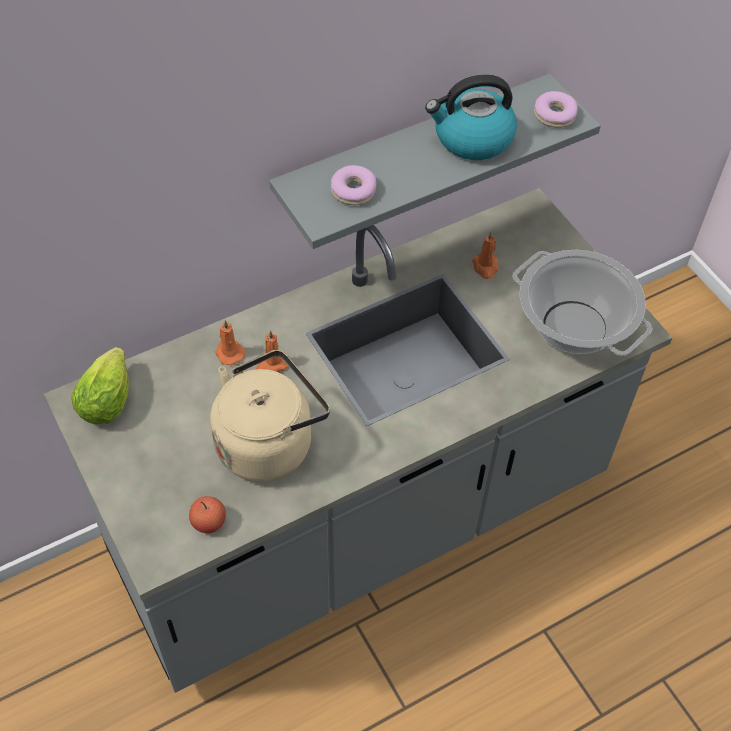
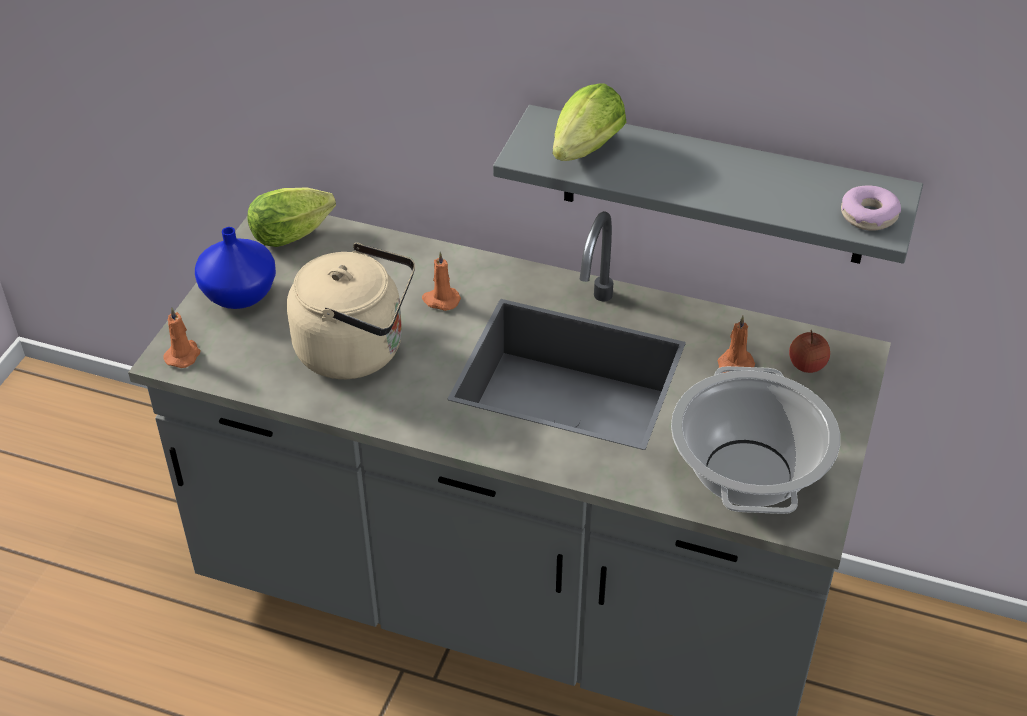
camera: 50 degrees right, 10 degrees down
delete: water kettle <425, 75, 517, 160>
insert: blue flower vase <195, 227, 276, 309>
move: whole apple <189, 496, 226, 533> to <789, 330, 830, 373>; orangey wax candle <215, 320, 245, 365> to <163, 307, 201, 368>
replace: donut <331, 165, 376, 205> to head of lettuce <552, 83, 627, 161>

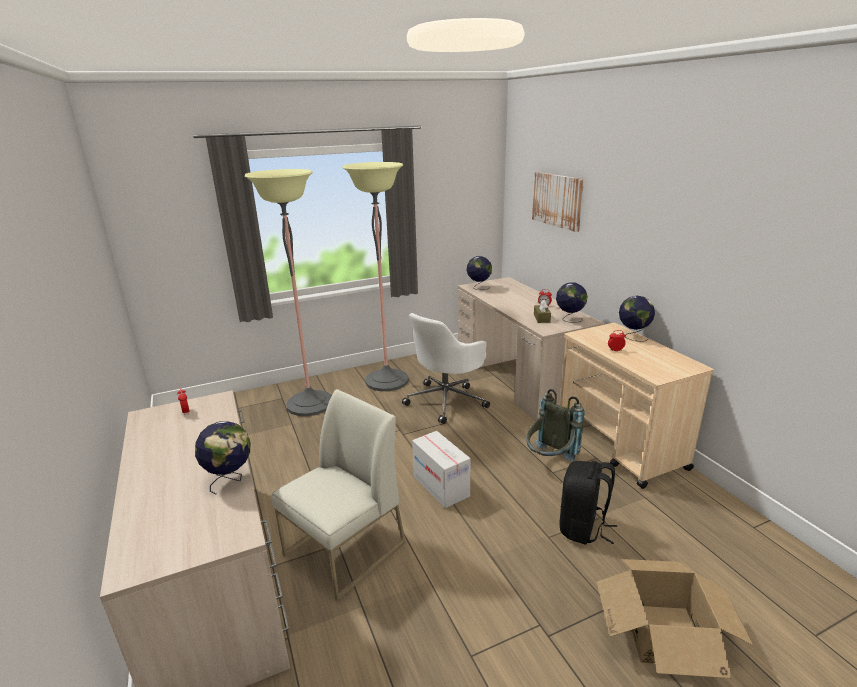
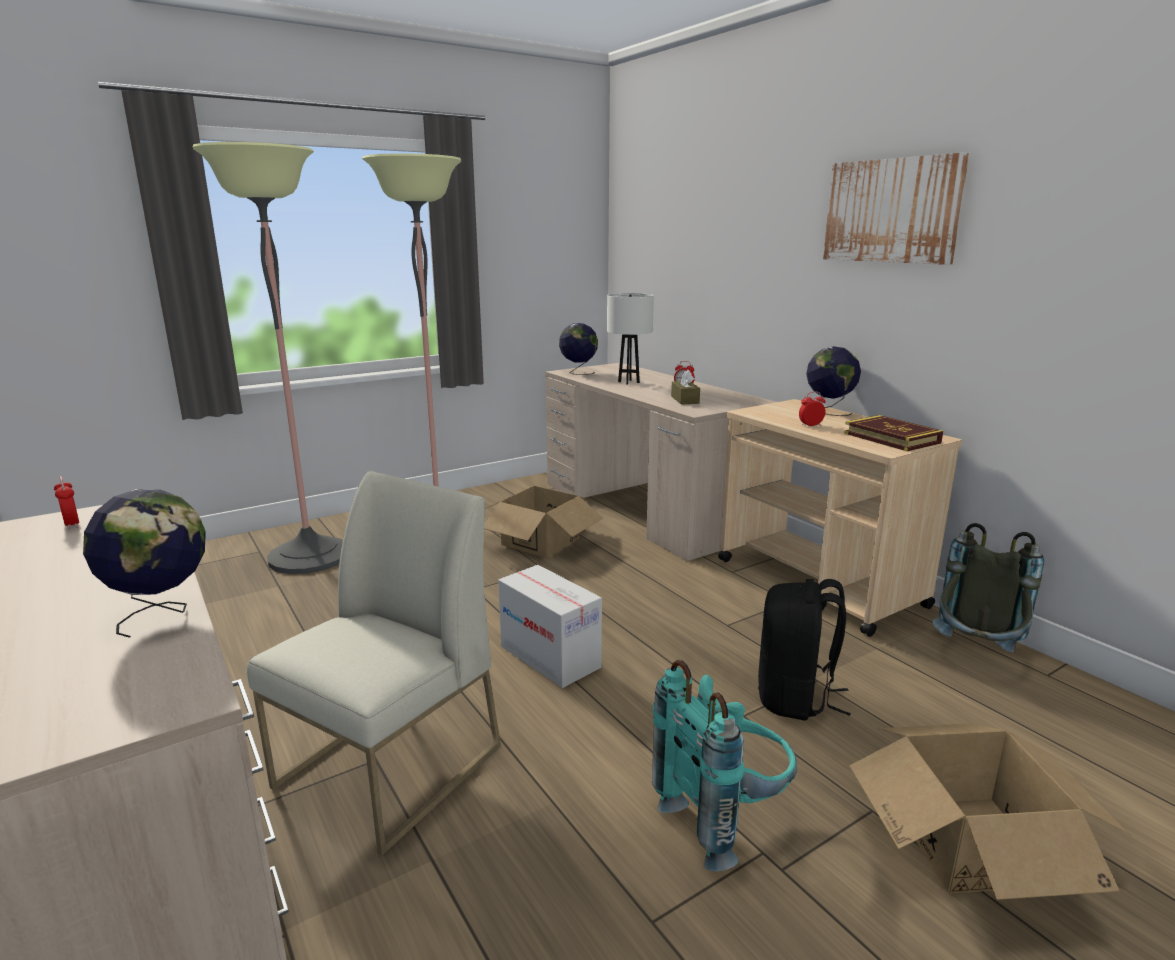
camera: 10 degrees left, 5 degrees down
delete: world globe <556, 283, 587, 323>
insert: white tabletop lamp <607, 293, 654, 385>; turquoise-coloured rucksack <652, 660, 797, 871>; volume <844, 415, 943, 452>
move: gray rucksack <526, 389, 585, 461> to <932, 523, 1044, 652>; wall art <532, 172, 584, 232> to <823, 152, 970, 265>
replace: white desk chair <402, 313, 490, 424> to cardboard box <484, 486, 603, 558>

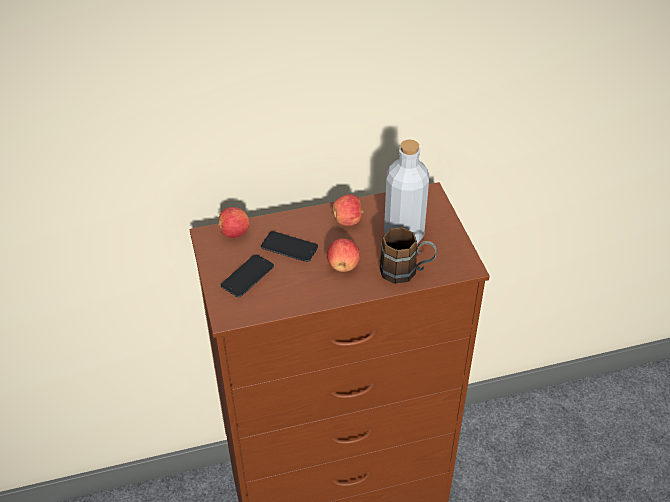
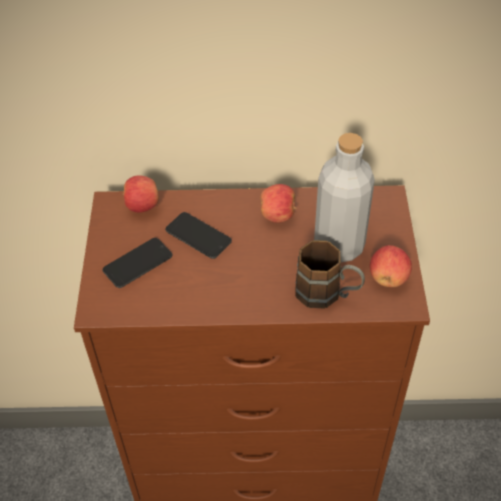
camera: 15 degrees right, 5 degrees up
move: whole apple <327, 238, 360, 272> to <370, 245, 412, 287>

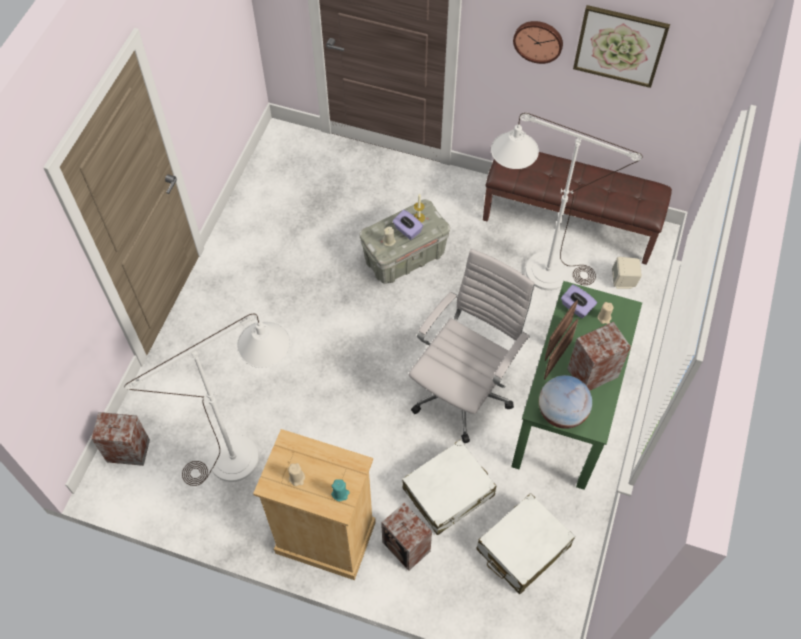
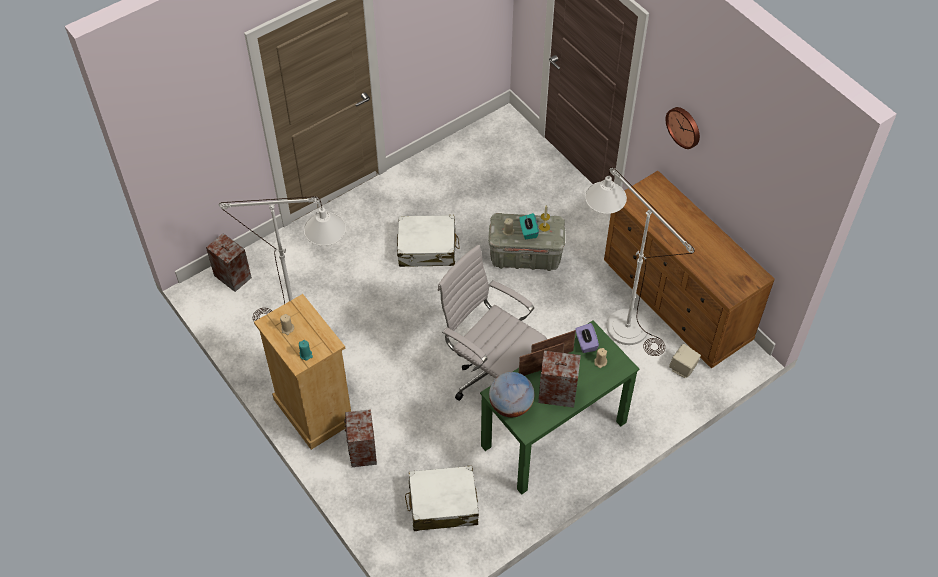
camera: 35 degrees right, 5 degrees down
delete: wall art <573, 5, 670, 88>
move: white piece of luggage <402, 440, 496, 535> to <397, 215, 460, 267>
replace: brown-coloured bench <483, 152, 672, 265> to brown-coloured drawer chest <604, 171, 775, 368>
recolor: purple-coloured box of tissues <393, 210, 423, 240> to turquoise-coloured box of tissues <520, 213, 539, 239>
rotate: white desk chair <409, 249, 535, 444> = <438, 245, 547, 401> 120 degrees counterclockwise

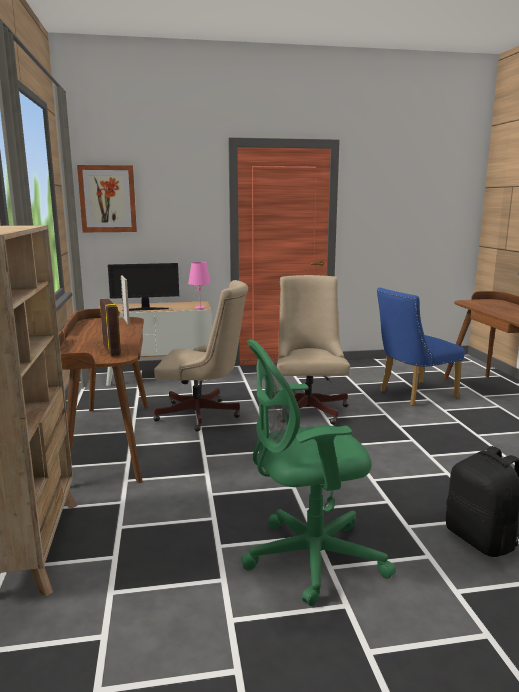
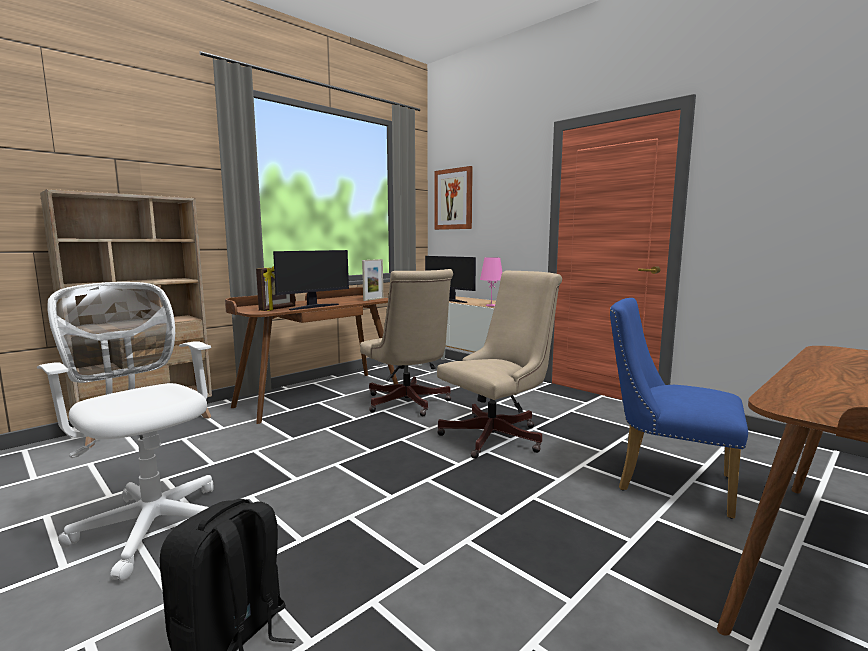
camera: 55 degrees right, 5 degrees down
insert: computer display <273, 250, 349, 310>
recolor: green desk chair <241, 339, 396, 606> to white desk chair <37, 282, 214, 581>

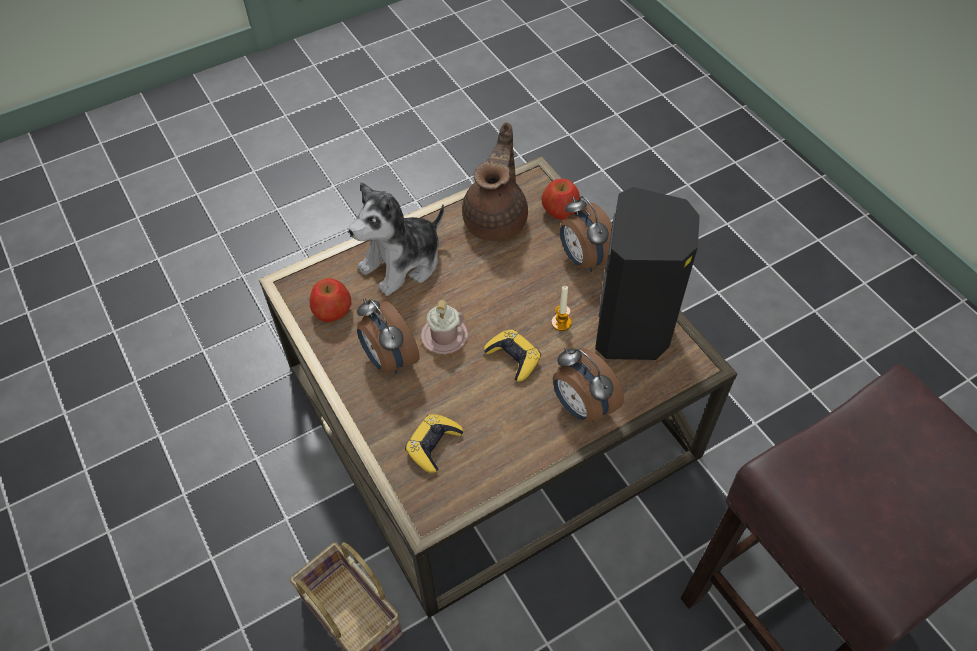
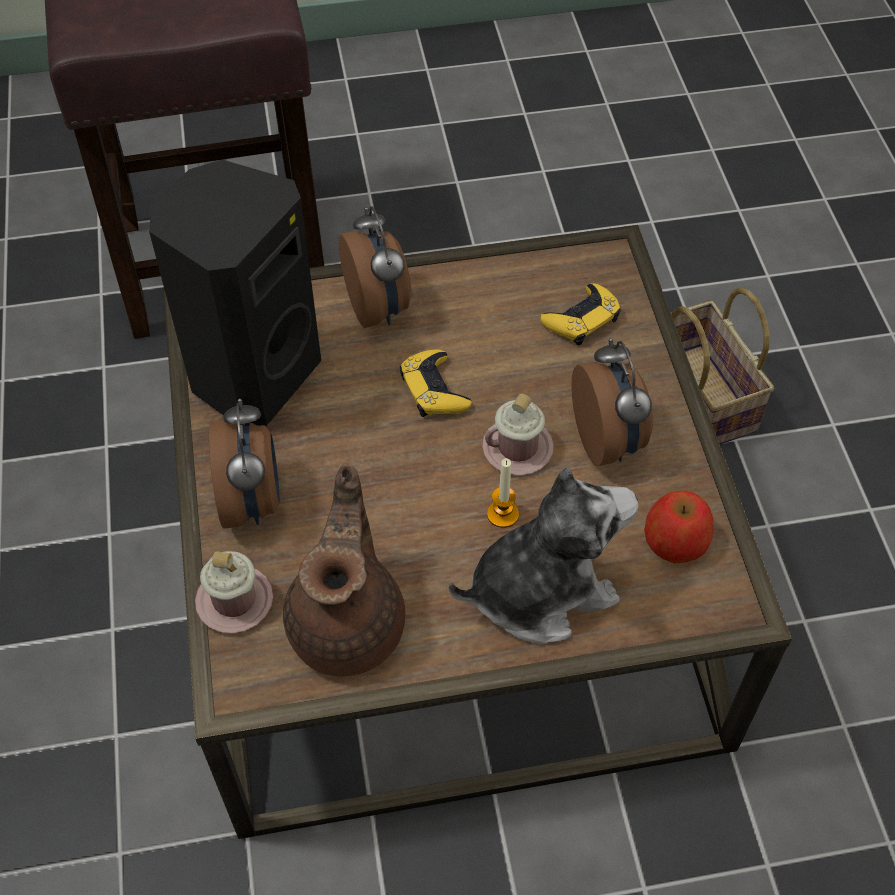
camera: 160 degrees left, 0 degrees up
move: wax candle <551, 286, 572, 331> to <487, 458, 519, 528>
replace: whole apple <542, 179, 580, 220> to pinkish tea mug <195, 551, 273, 633>
rotate: brown-coloured tea pot <462, 122, 528, 241> = <283, 464, 405, 676> 150 degrees clockwise

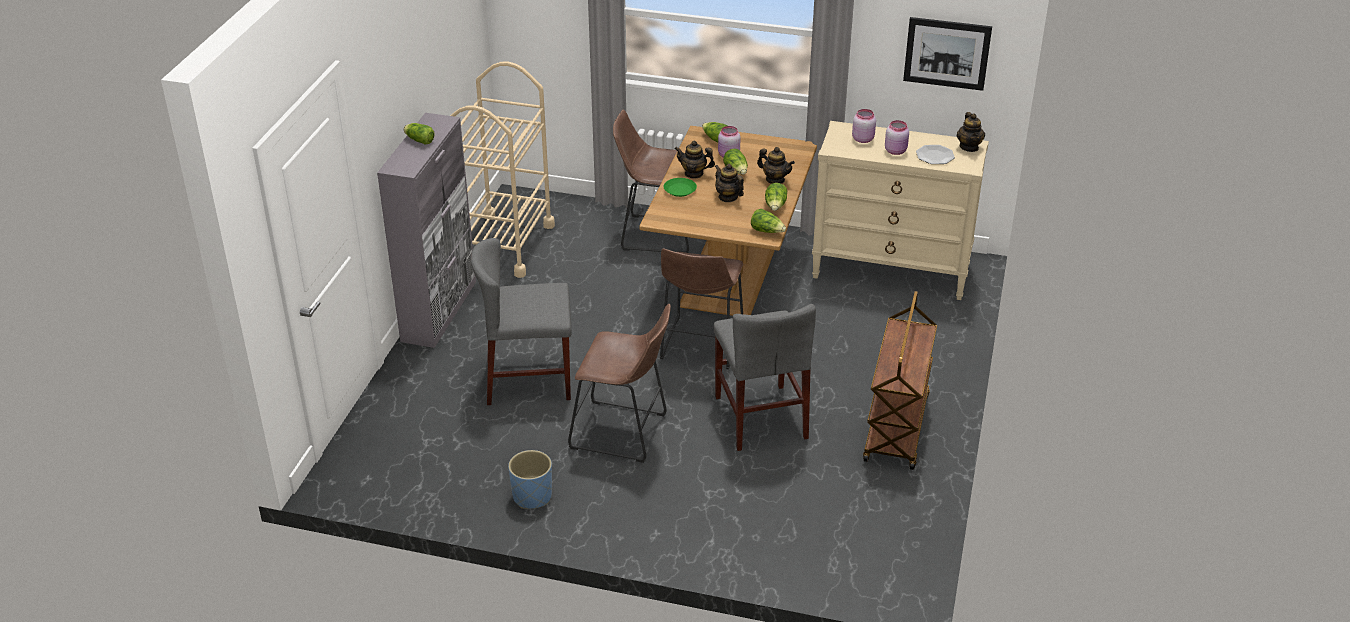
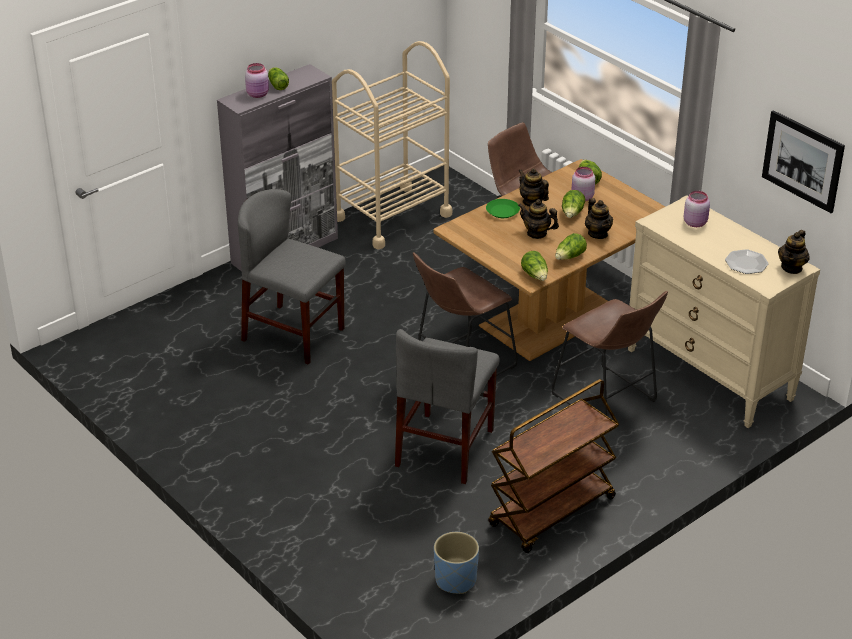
camera: 35 degrees right, 0 degrees up
move: blue planter <508, 450, 552, 509> to <434, 532, 479, 594>; brown-coloured sitting stool <568, 304, 671, 463> to <551, 291, 668, 416>; pinkish jar <885, 120, 909, 155> to <245, 63, 269, 98>
rotate: tea pot <715, 164, 744, 202> = <518, 199, 559, 239> 60 degrees counterclockwise

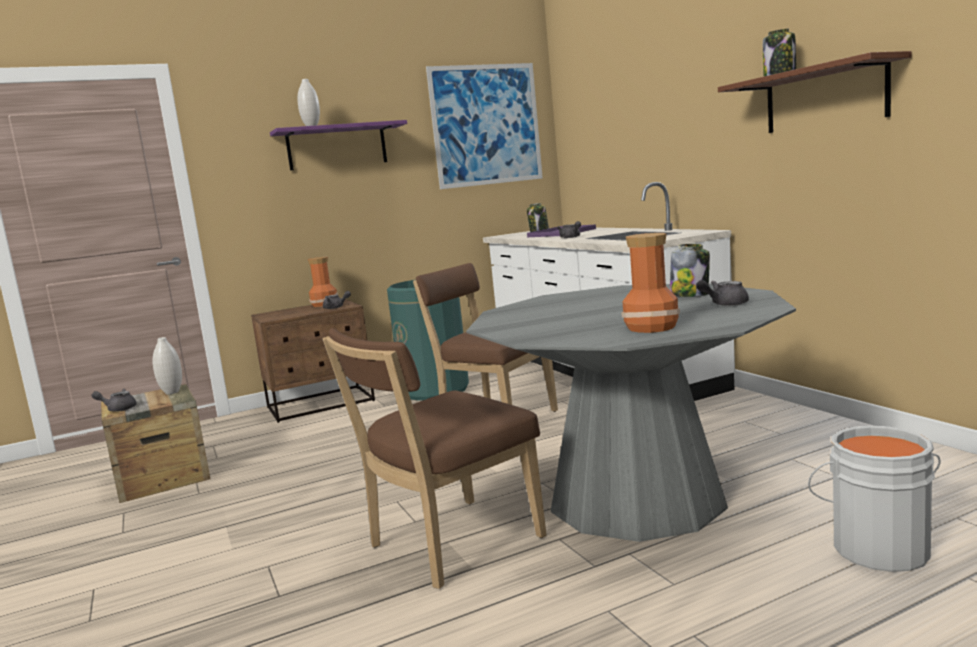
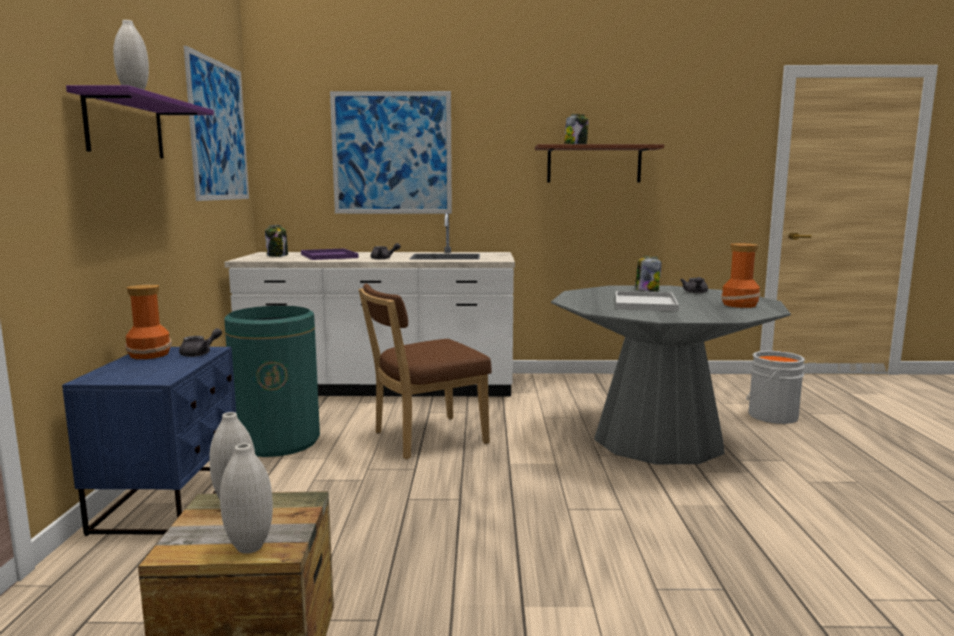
camera: 65 degrees left, 0 degrees up
delete: brown-coloured upright chair <322, 328, 546, 589>
insert: wall art <330, 91, 452, 214>; white serving tray <616, 291, 679, 311>
replace: gray tea pot <91, 389, 137, 412> to white flower vase <220, 443, 273, 554>
recolor: brown-coloured night table <251, 299, 375, 423> to blue night table <62, 347, 236, 536>

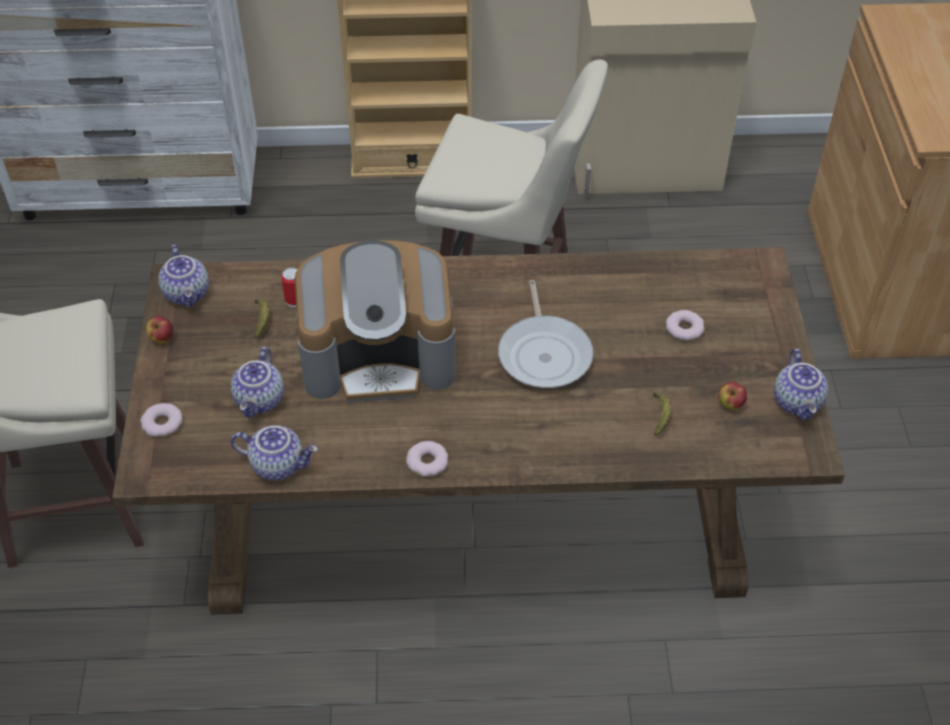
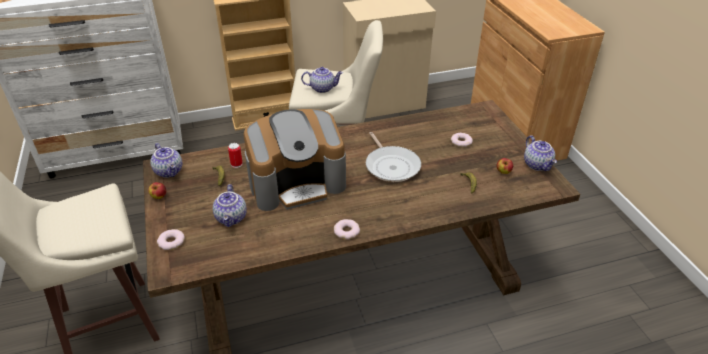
camera: 15 degrees left, 10 degrees down
move: tea pot <231, 425, 318, 480> to <301, 67, 343, 93>

